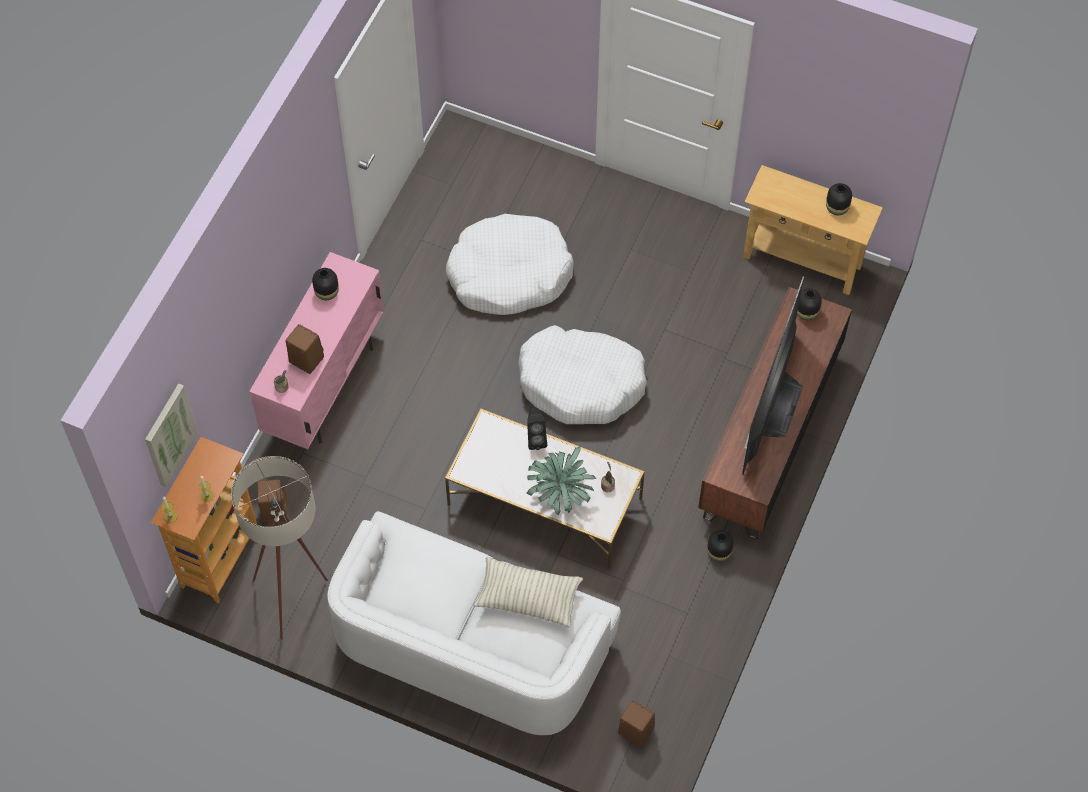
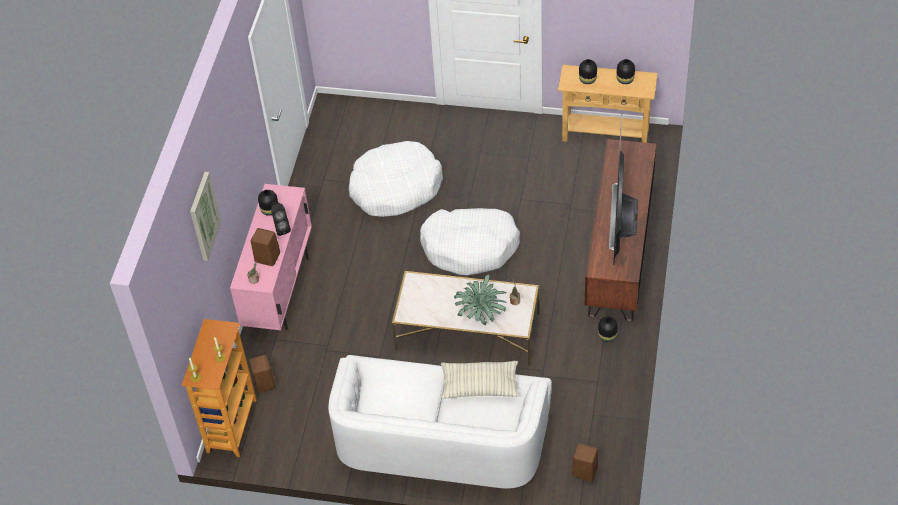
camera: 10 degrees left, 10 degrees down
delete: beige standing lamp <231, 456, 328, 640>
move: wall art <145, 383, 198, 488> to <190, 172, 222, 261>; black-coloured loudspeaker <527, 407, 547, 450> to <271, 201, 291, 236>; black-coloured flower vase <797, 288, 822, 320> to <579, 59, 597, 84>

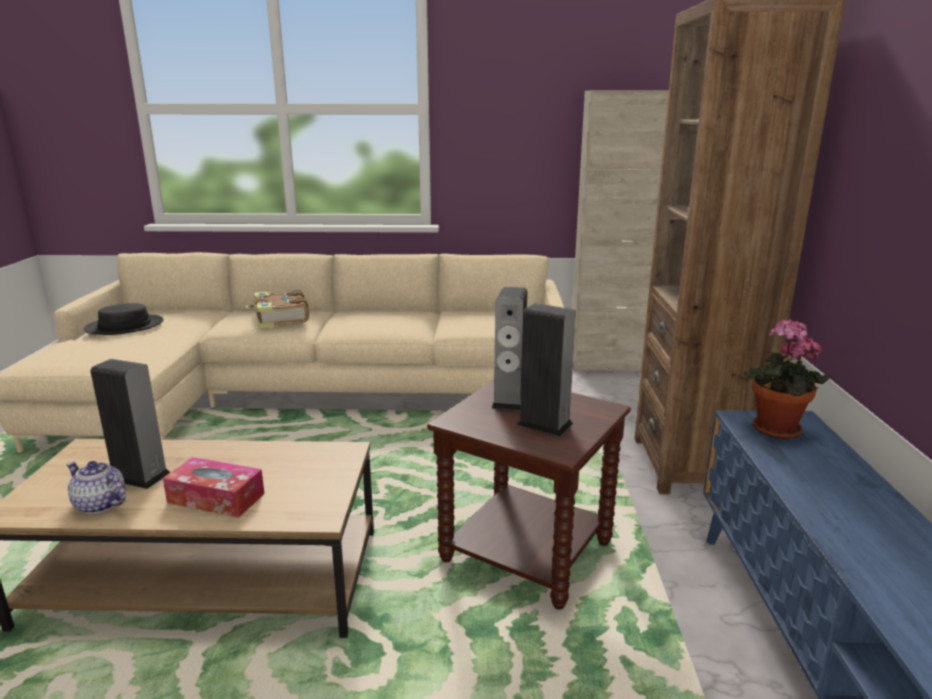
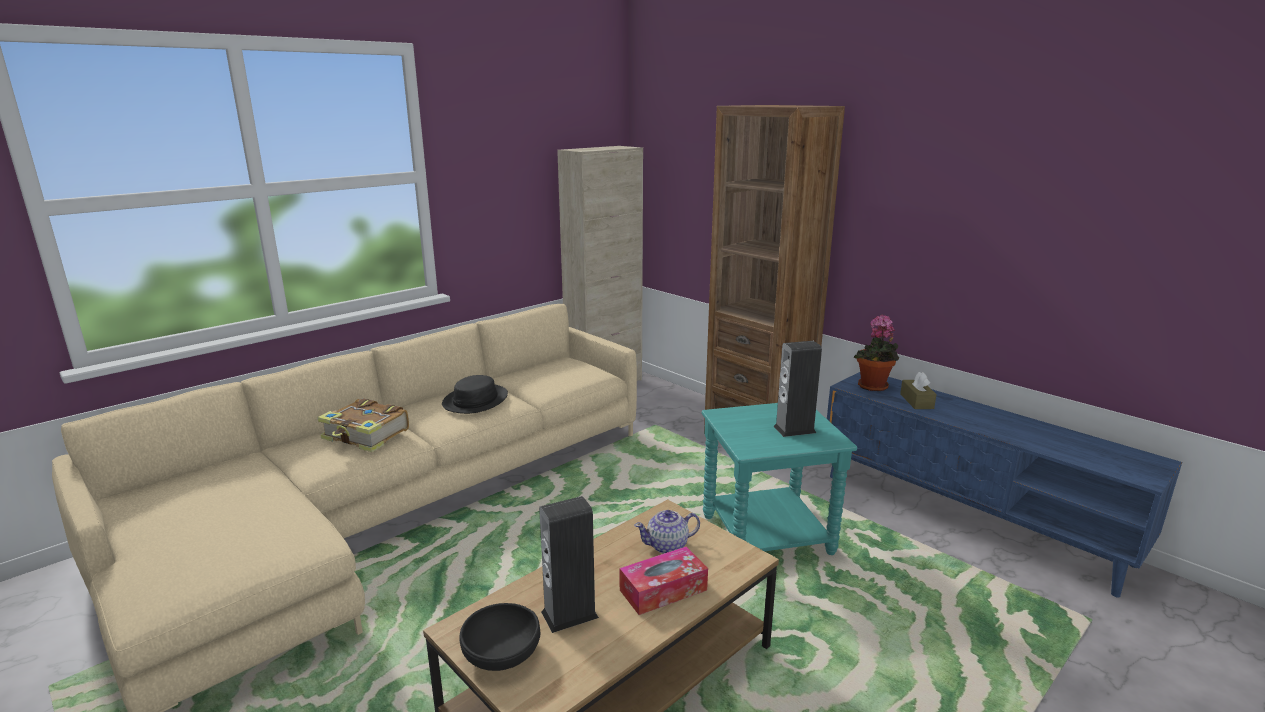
camera: 45 degrees left, 0 degrees up
delete: loudspeaker <492, 287, 528, 411>
insert: black-coloured bowl <459, 603, 540, 671>; brown-coloured box of tissues <900, 372, 937, 409>
move: tea pot <66, 461, 126, 514> to <634, 510, 700, 554>; black-coloured hat <84, 303, 164, 335> to <442, 375, 508, 414>
recolor: brown-coloured side table <427, 380, 631, 610> to turquoise-coloured side table <702, 403, 857, 555>

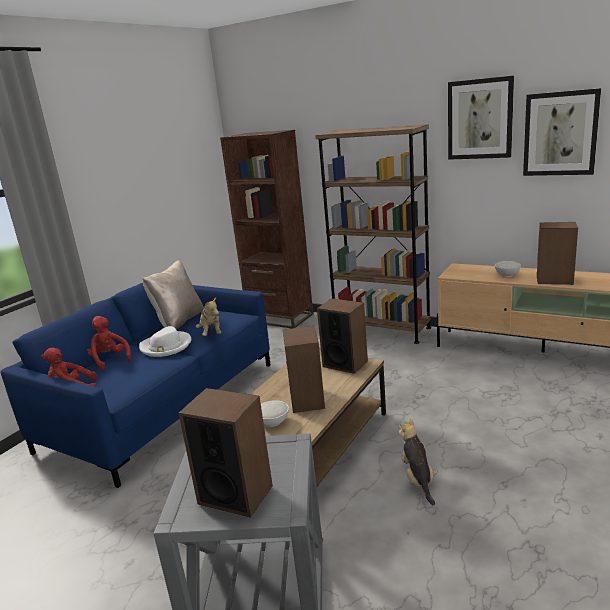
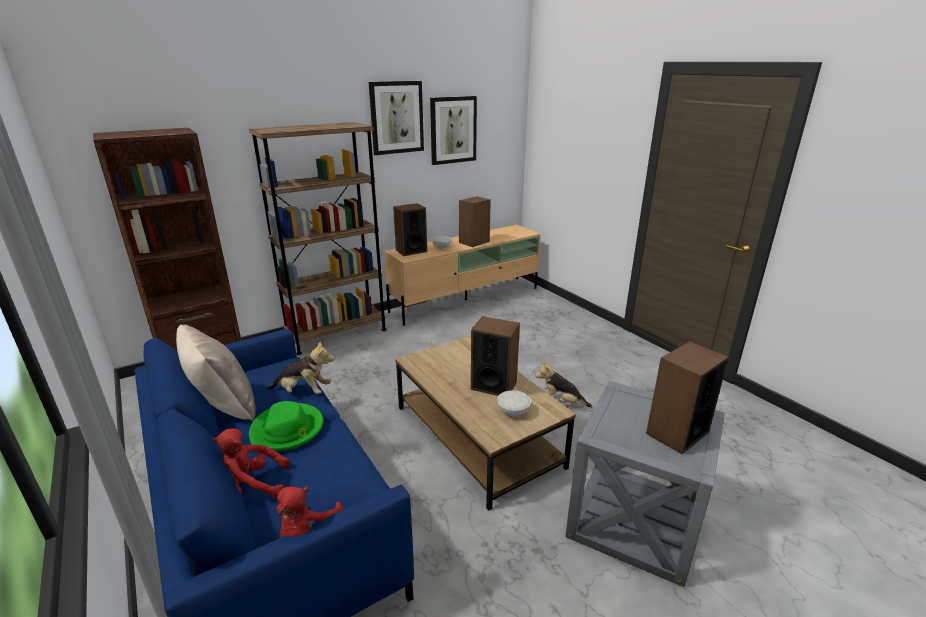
camera: 65 degrees left, 5 degrees up
move: loudspeaker <317, 298, 368, 374> to <393, 203, 427, 256>
recolor: white hat <139, 326, 191, 357> to green hat <249, 401, 323, 451>

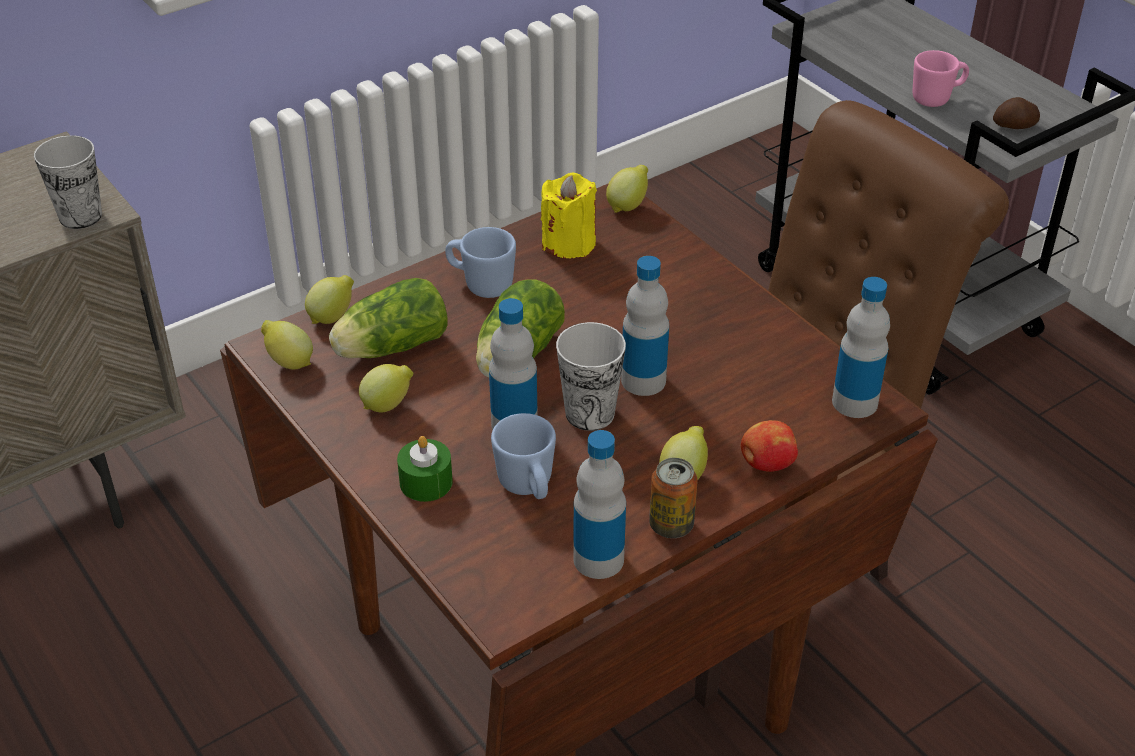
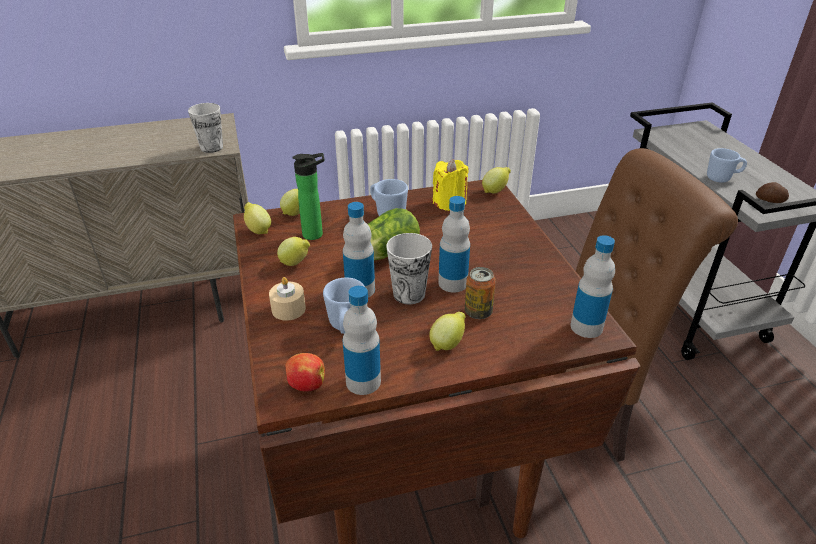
camera: 20 degrees right, 5 degrees down
move: can <649, 458, 698, 538> to <465, 267, 496, 319>; whole apple <741, 420, 798, 472> to <285, 353, 325, 391>
replace: head of lettuce <329, 278, 448, 358> to bottle <292, 153, 325, 240>
recolor: green wax candle <397, 436, 453, 502> to beige wax candle <269, 277, 306, 321>; pinkish tea mug <913, 50, 969, 107> to blue tea mug <707, 148, 747, 183>

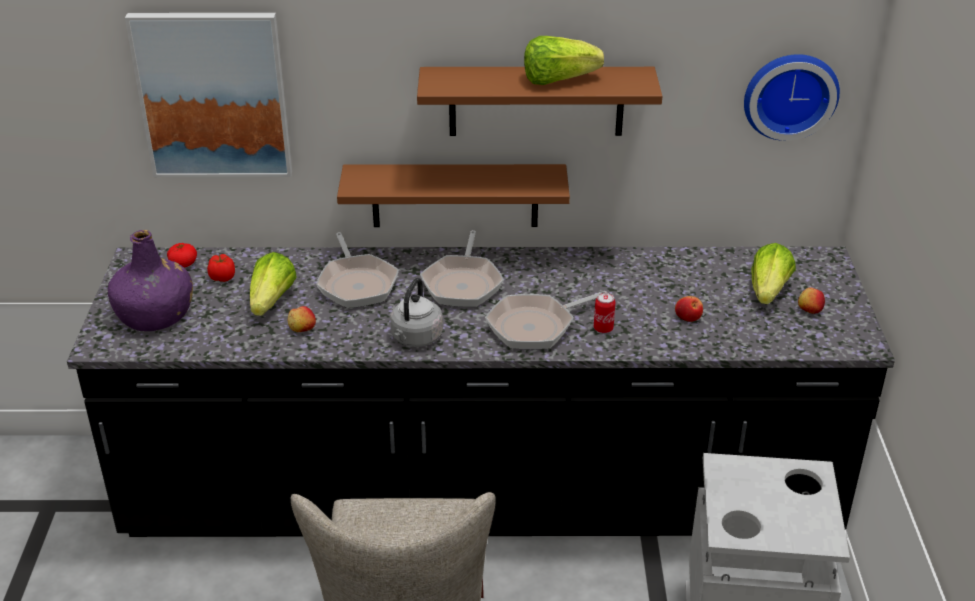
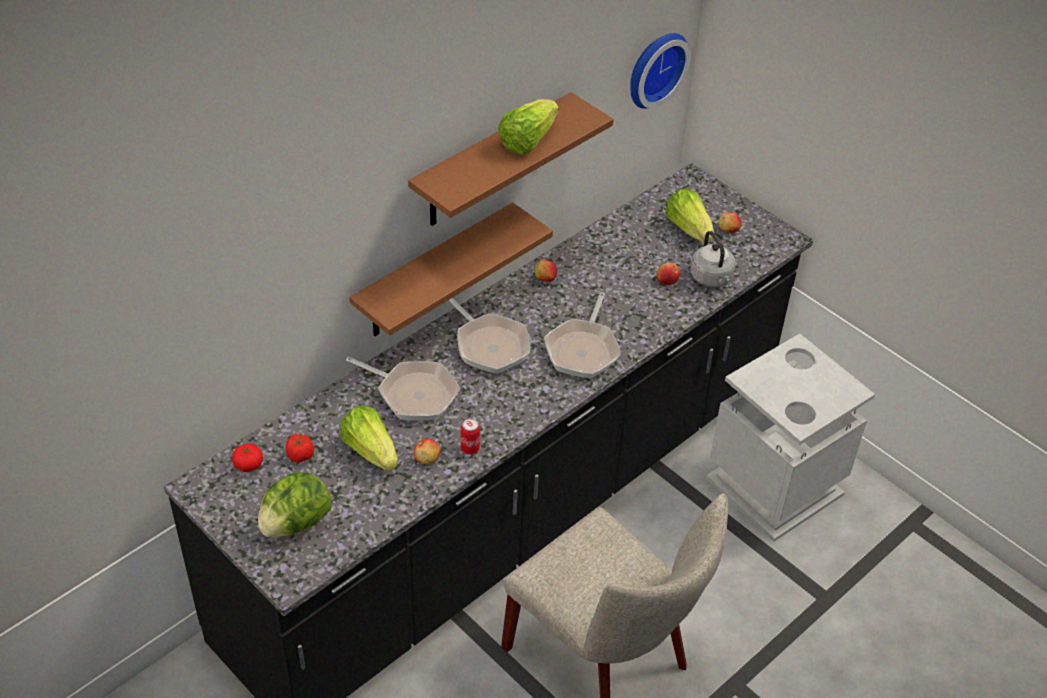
camera: 45 degrees left, 10 degrees up
delete: wall art <125, 13, 292, 177>
insert: whole apple <535, 259, 557, 282>
move: gray water kettle <390, 278, 443, 347> to <690, 231, 735, 287>; can <594, 293, 616, 333> to <461, 418, 480, 454>
replace: purple-coloured bottle <108, 230, 193, 331> to head of lettuce <258, 472, 332, 538>

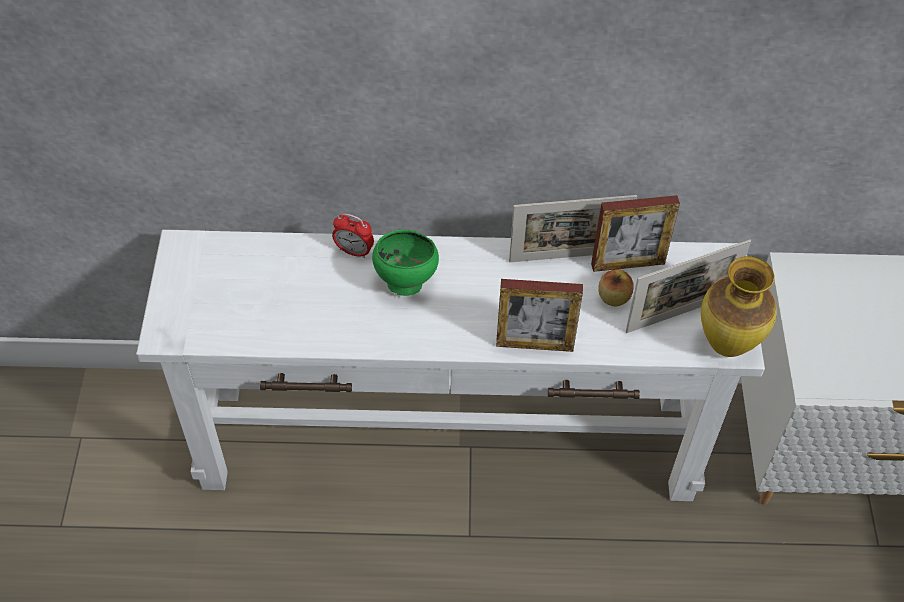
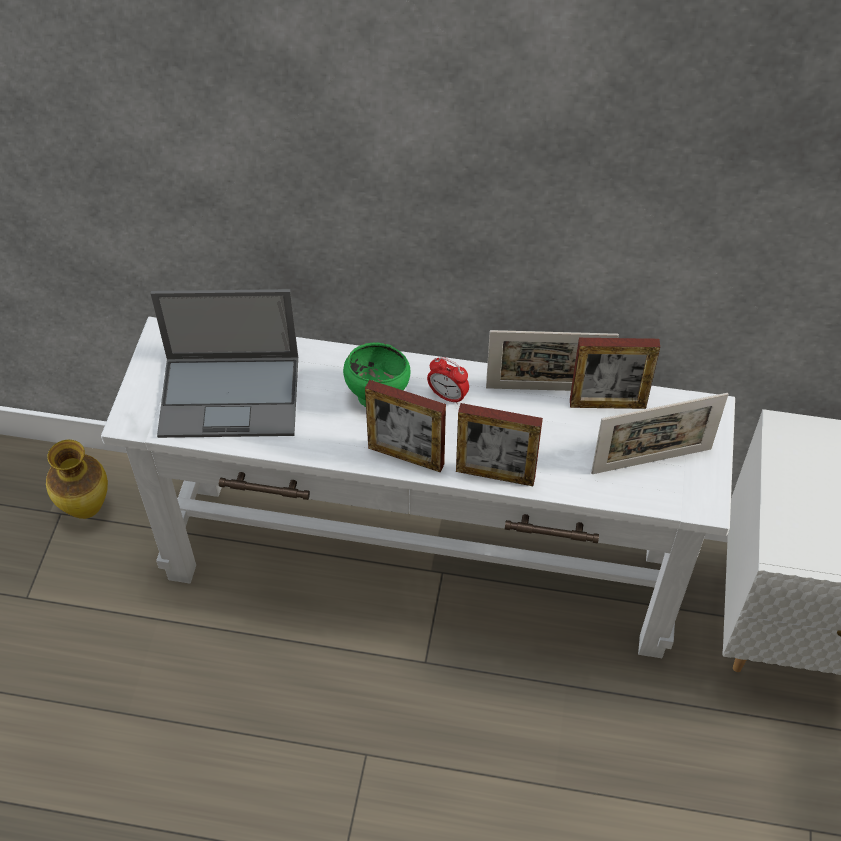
camera: 10 degrees right, 0 degrees up
delete: whole apple <598, 269, 633, 306>
insert: laptop <151, 289, 298, 438>; photo frame <365, 380, 446, 472>
move: bedside clock <332, 213, 374, 258> to <427, 357, 469, 405>; flower vase <701, 256, 777, 357> to <46, 439, 108, 519>

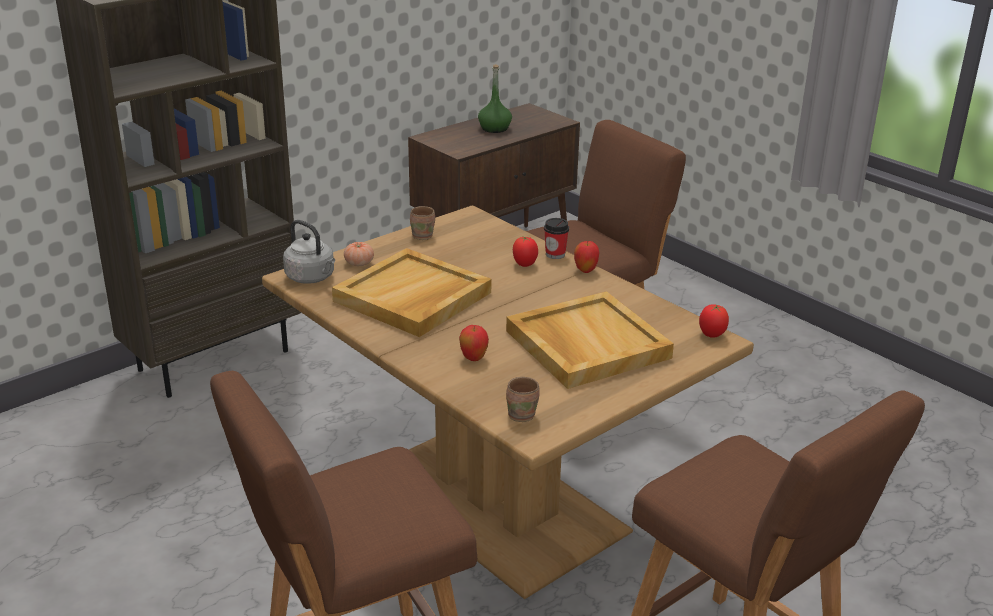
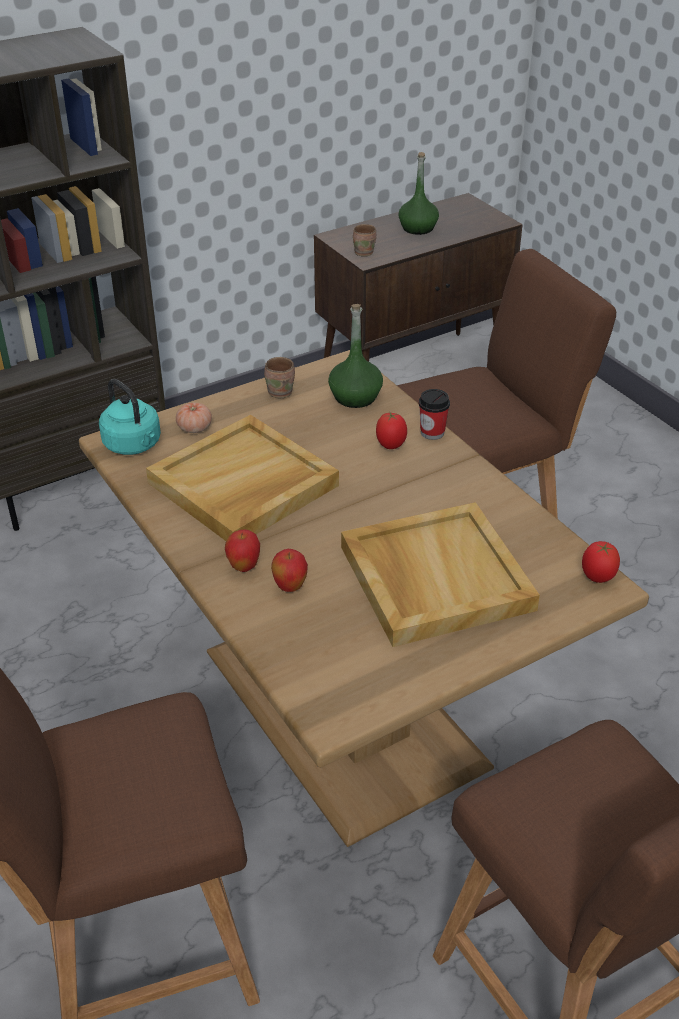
camera: 10 degrees right, 10 degrees up
insert: green bottle <328, 304, 383, 408>
move: brown-coloured tea mug <506, 377, 540, 422> to <353, 224, 376, 257>; whole apple <574, 241, 600, 273> to <225, 529, 260, 572>
recolor: gray water kettle <283, 220, 335, 284> to turquoise-coloured water kettle <99, 379, 161, 455>

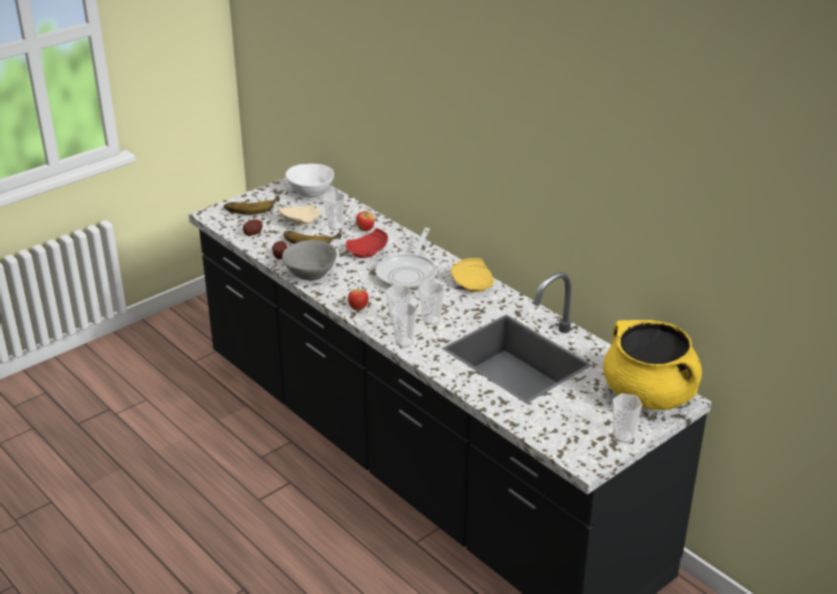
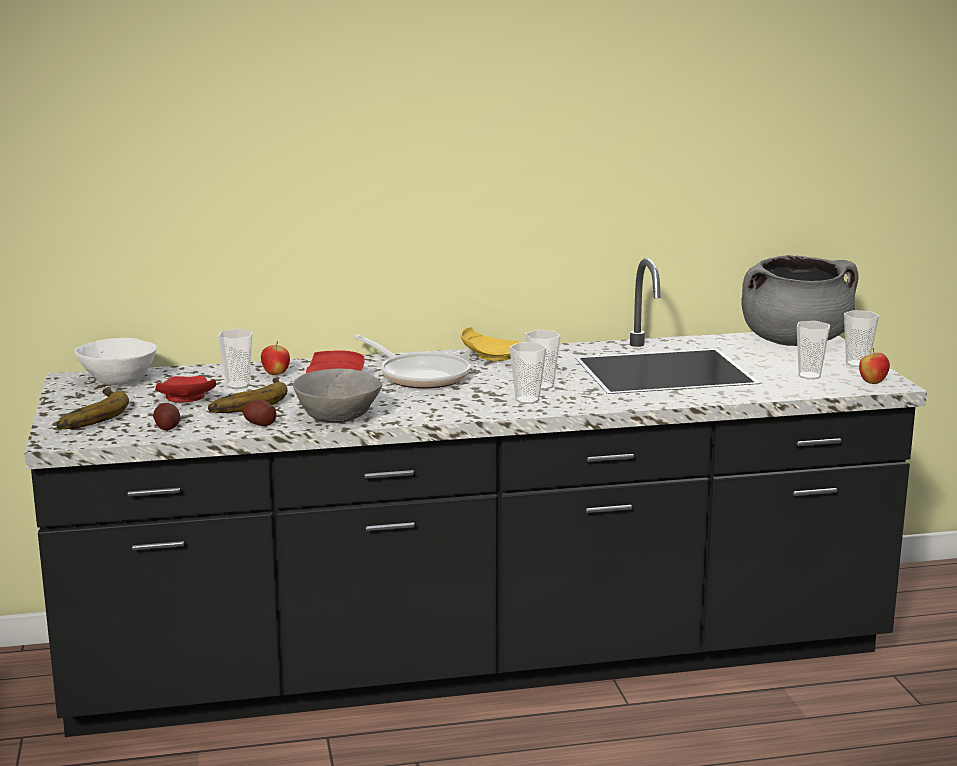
camera: 60 degrees left, 15 degrees down
move: whole apple <348, 286, 369, 311> to <859, 348, 890, 384>; drinking cup <391, 303, 417, 347> to <797, 321, 830, 379>
recolor: beige dinner plate <278, 205, 320, 225> to reddish dinner plate <155, 376, 216, 403>; yellow cooking pot <603, 320, 702, 410> to gray cooking pot <741, 255, 858, 346>

